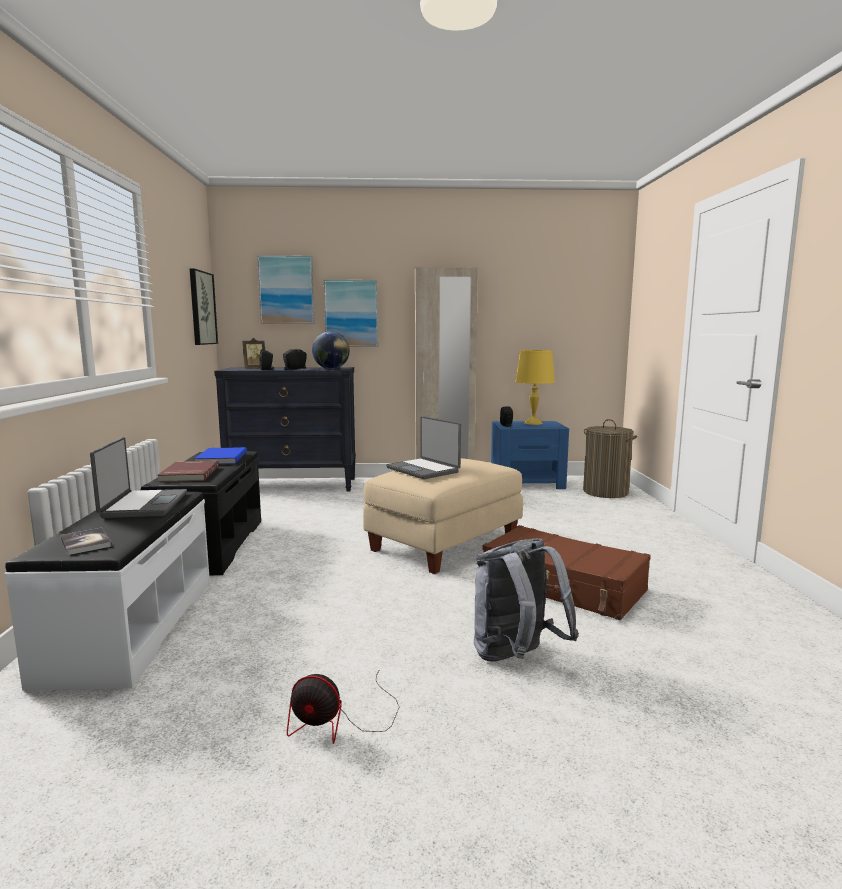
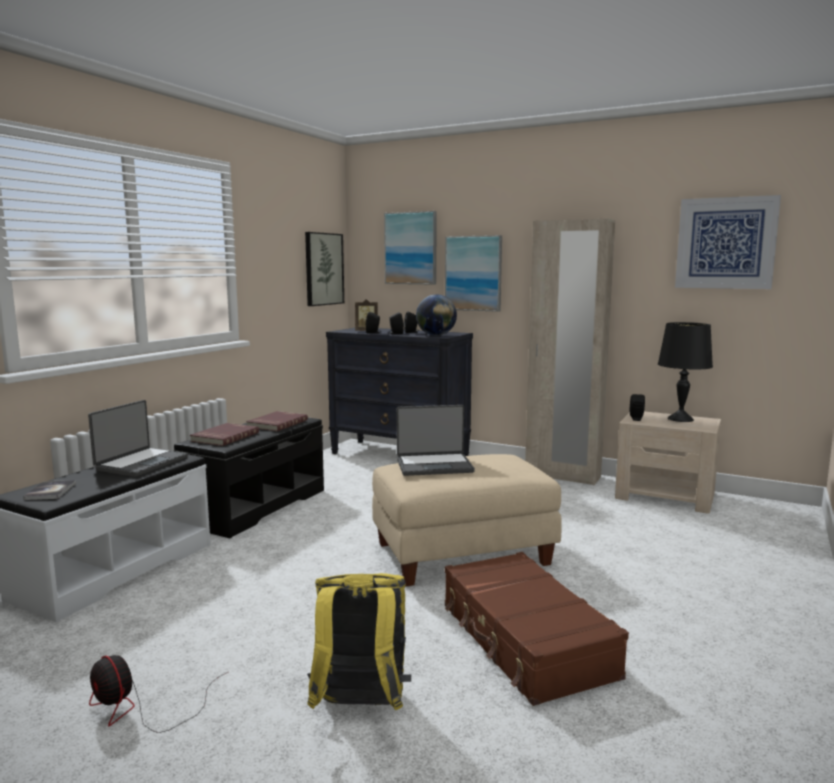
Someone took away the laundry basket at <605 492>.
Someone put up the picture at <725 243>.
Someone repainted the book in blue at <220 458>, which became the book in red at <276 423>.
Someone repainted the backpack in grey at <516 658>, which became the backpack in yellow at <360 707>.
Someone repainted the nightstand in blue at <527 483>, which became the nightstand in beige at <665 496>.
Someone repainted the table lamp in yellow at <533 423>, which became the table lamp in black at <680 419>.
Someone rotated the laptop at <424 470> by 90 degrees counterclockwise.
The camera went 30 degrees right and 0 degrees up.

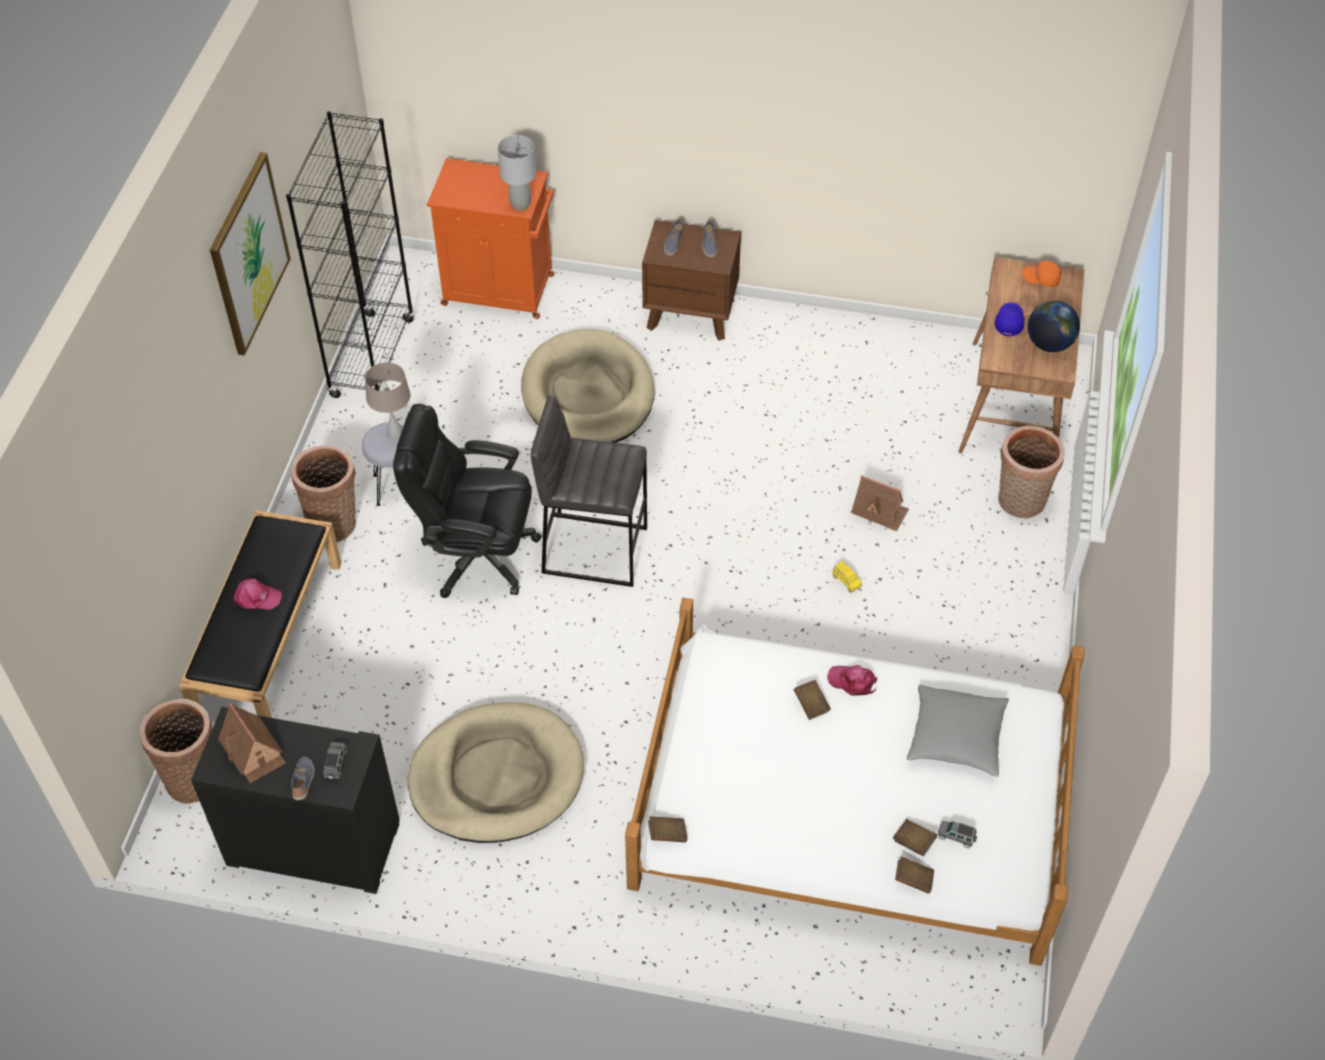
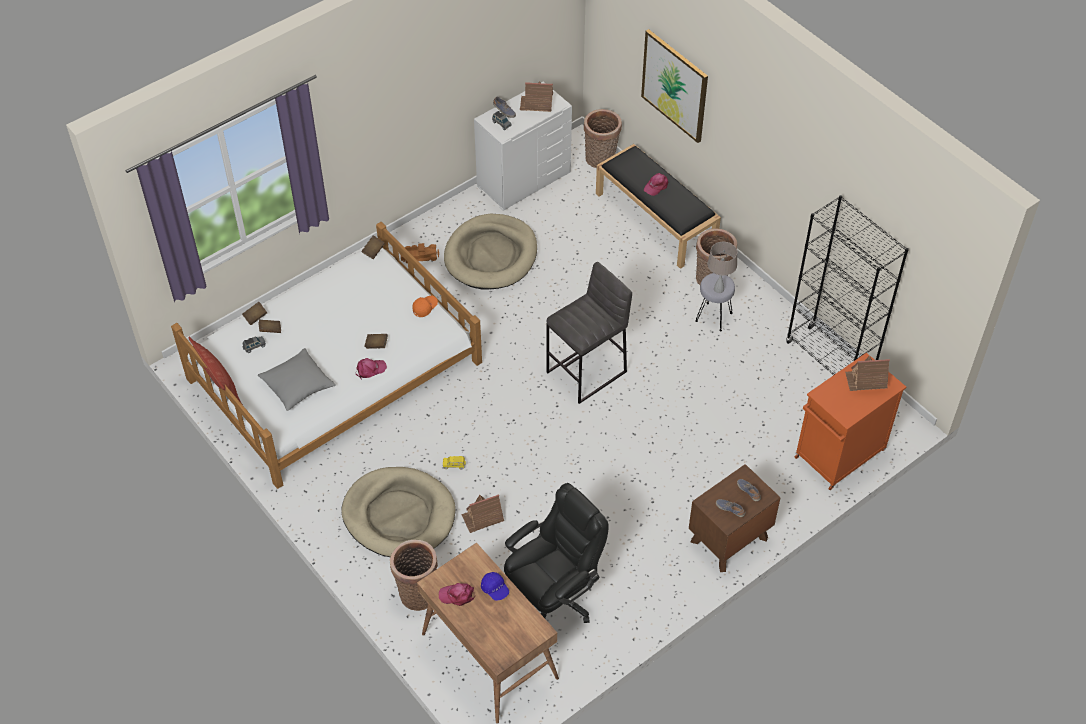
Someone took away the table lamp in grey at <520 205>.
Someone put down the pillow at <219 383>.
Someone put down the toy truck at <419 256>.
Someone put down the toy house at <866 380>.
Someone carried the picture from <249 254> to <675 85>.
Someone carried the office chair in black from <476 555> to <553 595>.
Someone carried the dog bed in beige from <588 394> to <399 515>.
Someone carried the cap in orange from <1040 279> to <425 308>.
Someone swapped the globe at <1049 344> for the cap in pink at <457 595>.
Someone repainted the dresser in black at <313 845>, which became the dresser in white at <523 179>.
The camera went 130 degrees right and 0 degrees up.

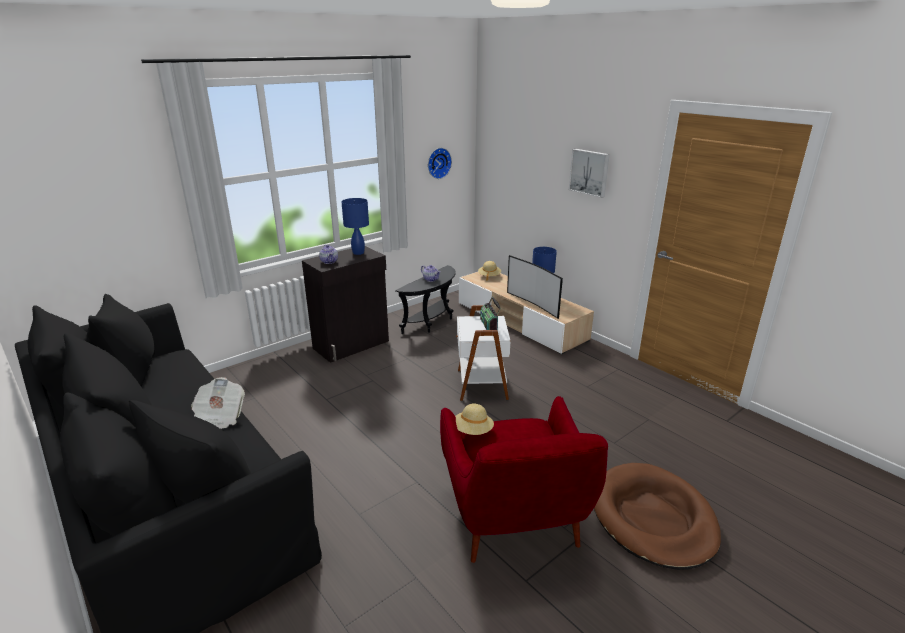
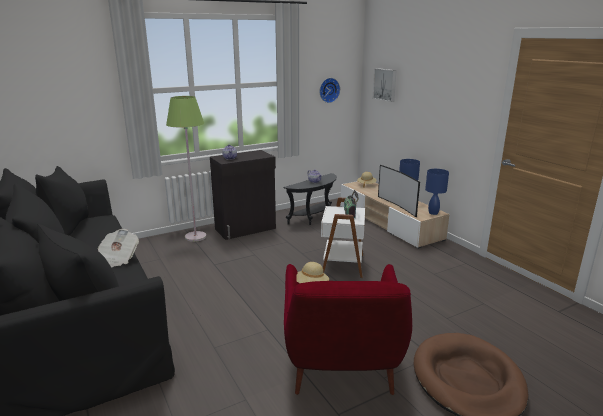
Someone put down the floor lamp in green at <195 237>.
Someone carried the table lamp in blue from <358 253> to <433 213>.
Someone carried the picture from <589 172> to <385 84>.
The camera went 10 degrees right and 5 degrees down.

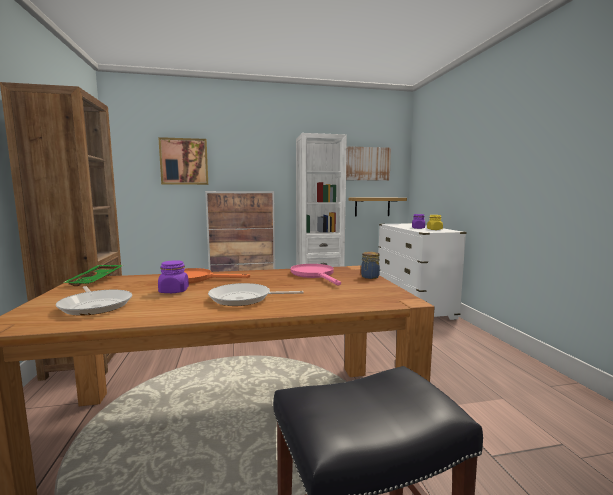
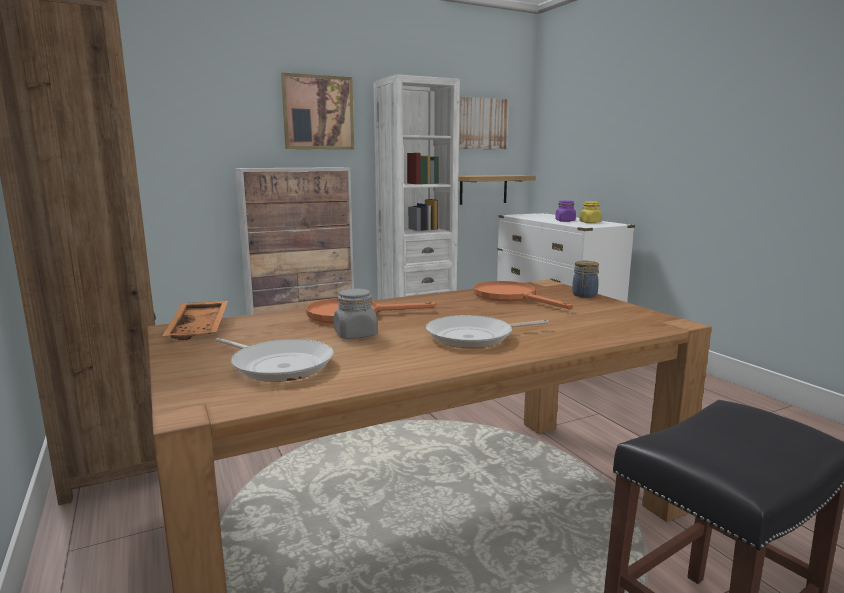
Someone carried the picture from <184 161> to <318 113>.
Someone repainted the tray in green at <96 280>, which became the tray in orange at <200 329>.
Someone repainted the jar in purple at <174 291>, which became the jar in grey at <355 335>.
Someone repainted the frying pan in pink at <315 275>, which became the frying pan in orange at <511 297>.
The camera went 15 degrees left and 5 degrees up.

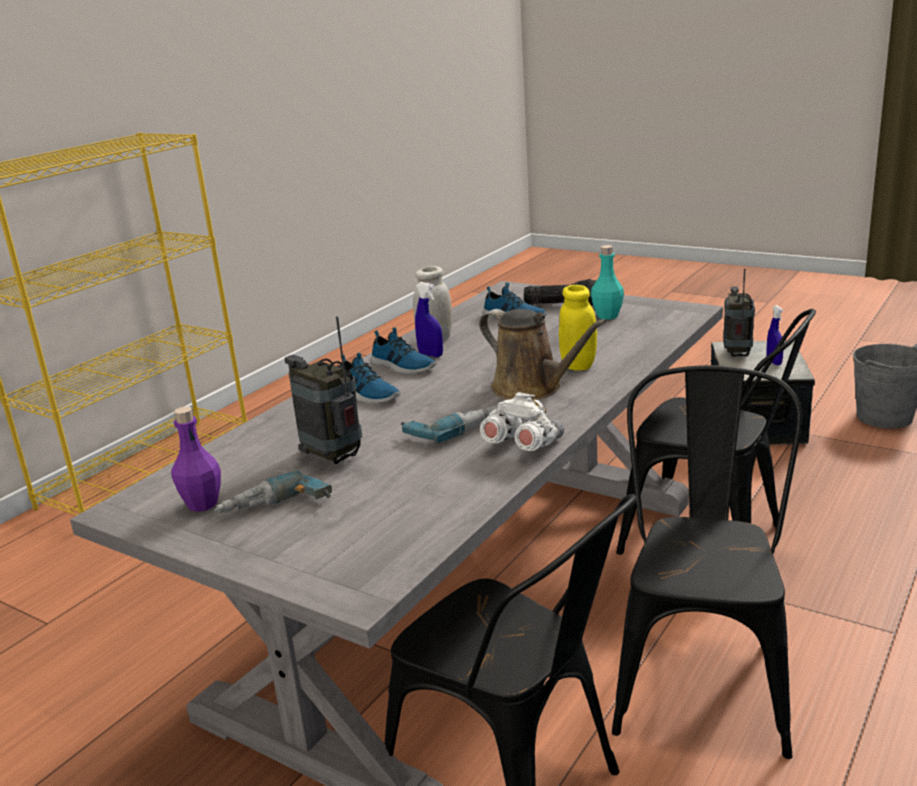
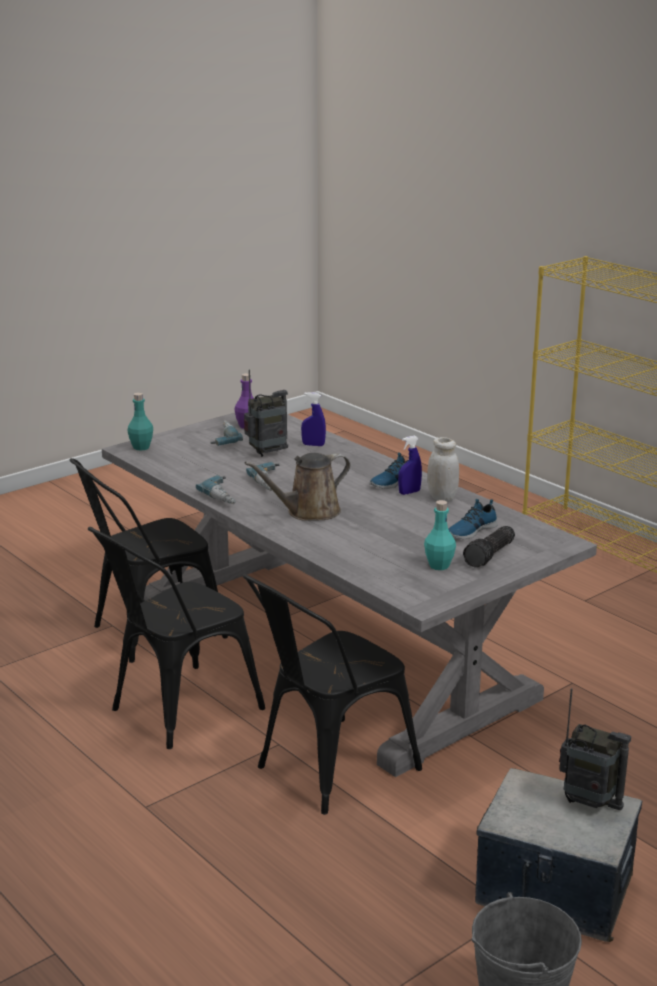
Someone took away the shoe at <367 394>.
Someone took away the jar in yellow at <578 365>.
Someone put down the bottle in turquoise at <141 447>.
Someone carried the spray bottle in blue from <774 362> to <313 445>.
Someone swapped the binoculars in white at <522 446> for the power drill at <225 496>.
Someone rotated the chair in black at <703 675> by 105 degrees clockwise.
The camera went 105 degrees right and 0 degrees up.

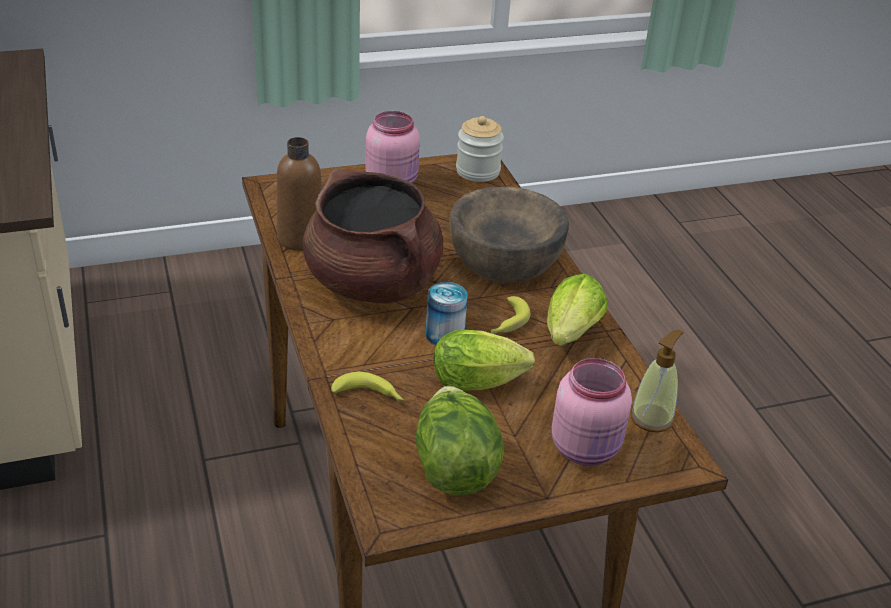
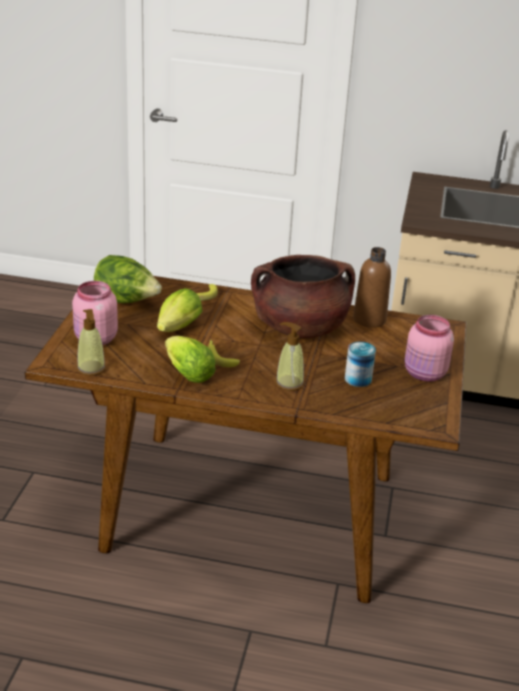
Someone took away the jar at <477 171>.
Someone carried the can from <444 335> to <358 379>.
Someone swapped the bowl in brown at <505 258> for the soap dispenser at <289 383>.
The camera went 120 degrees right and 5 degrees down.

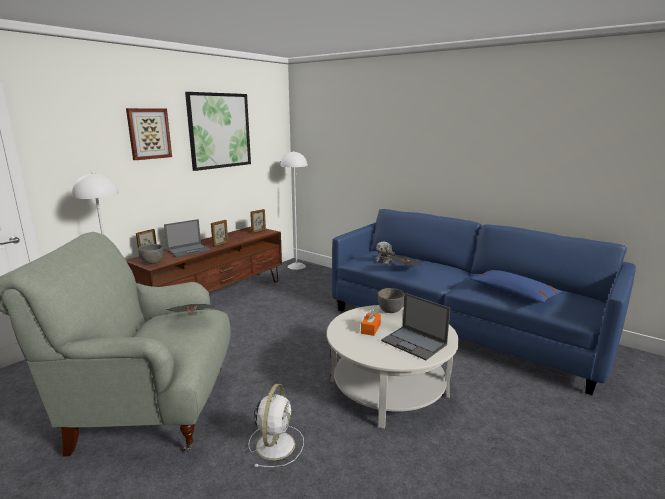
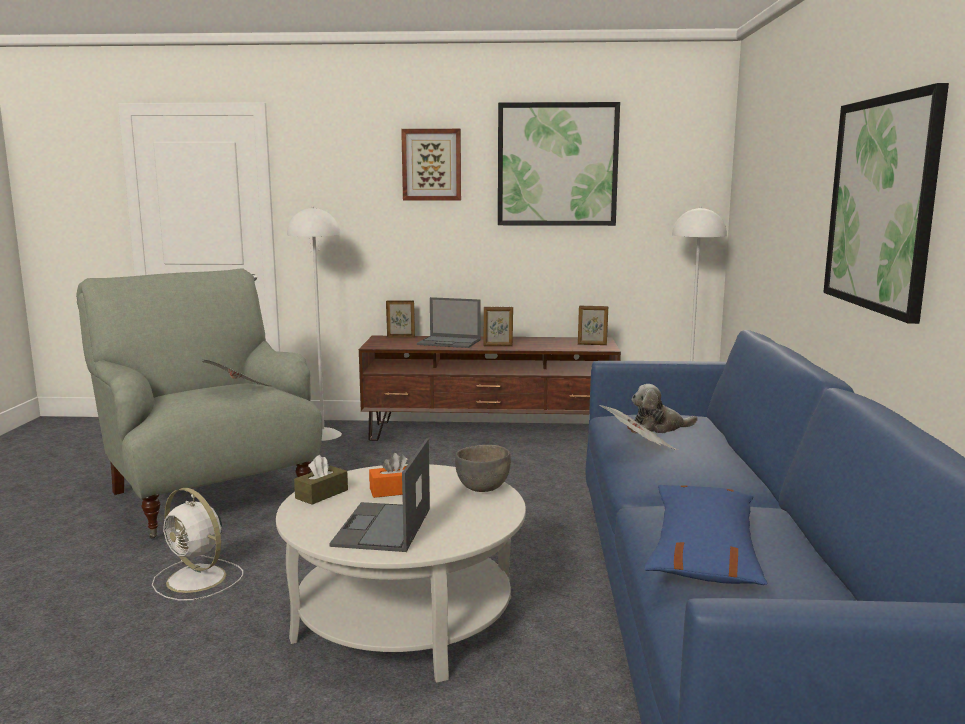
Someone took away the bowl in grey at <152 262>.
Someone put down the tissue box in brown at <321 494>.
Someone put up the picture at <881 204>.
Someone rotated the fan in white at <276 444> by 60 degrees clockwise.
The camera went 55 degrees right and 5 degrees down.

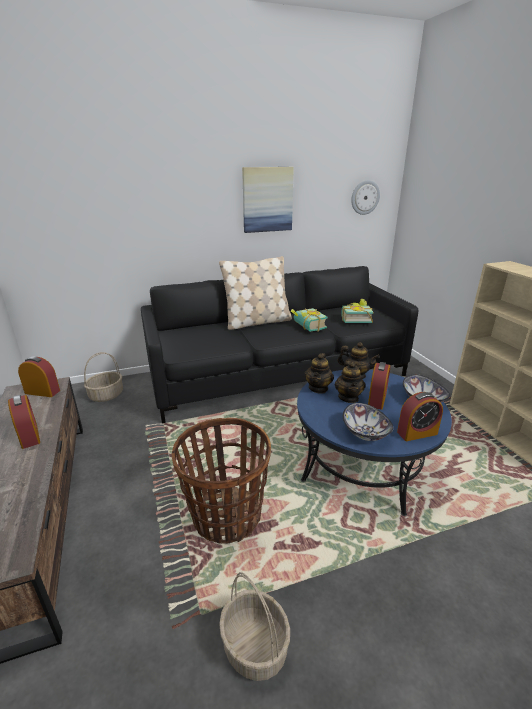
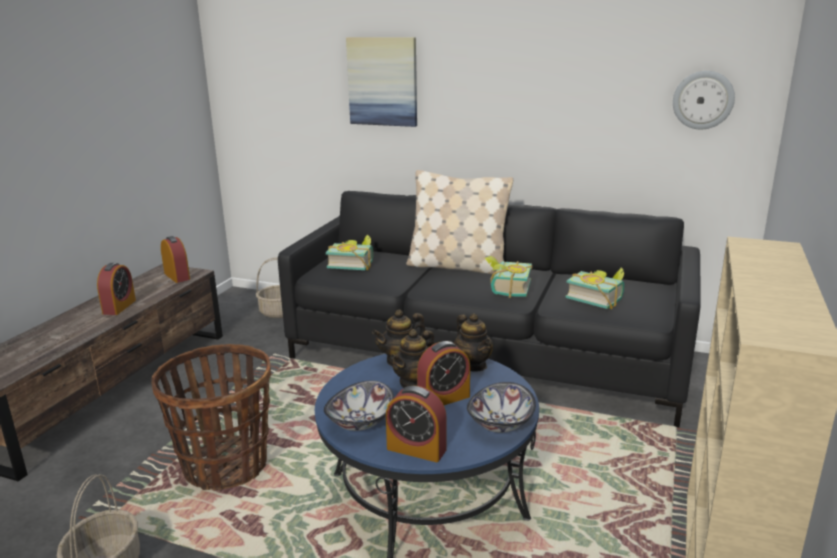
Someone put down the book at <352 264>.
Someone carried the picture from <267 199> to <383 81>.
The camera went 40 degrees right and 5 degrees down.

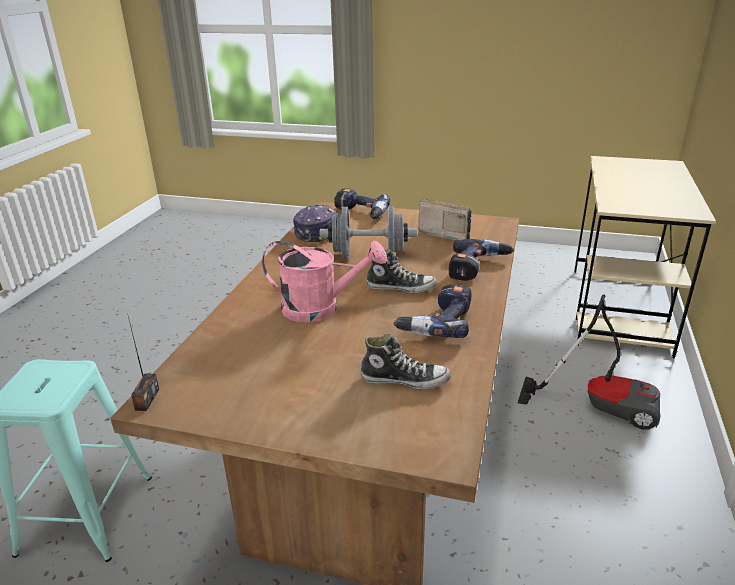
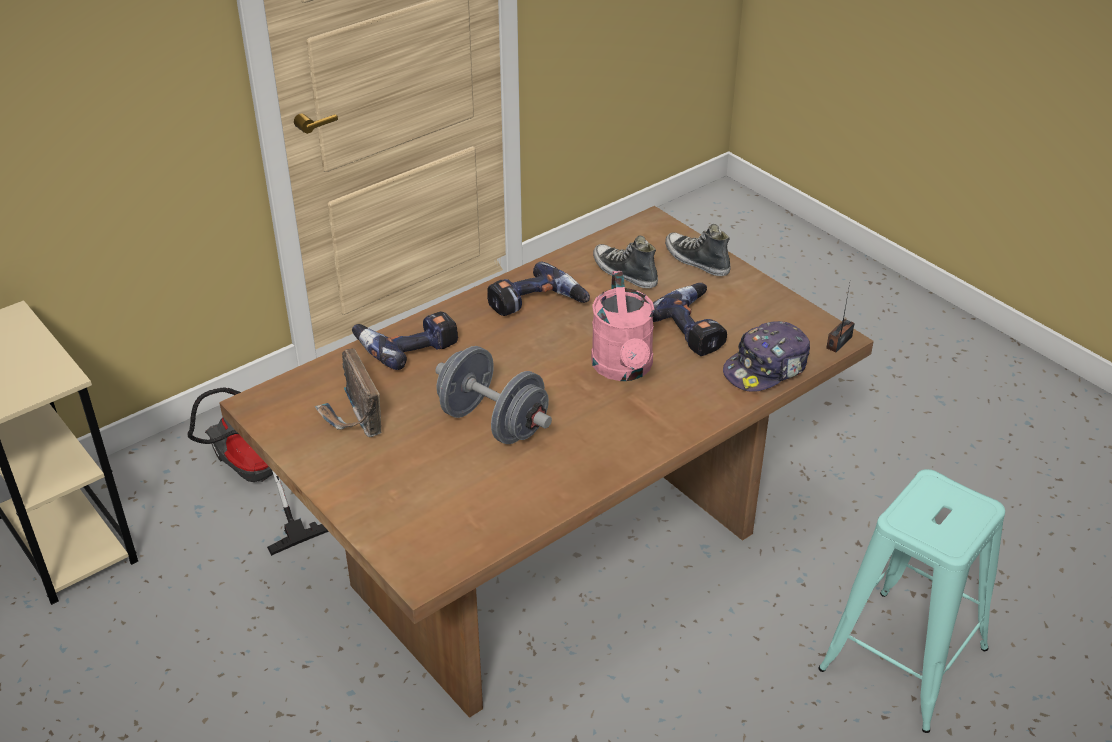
Someone carried the cap from <318 232> to <766 368>.
Someone carried the power drill from <360 213> to <696 328>.
Someone carried the shoe from <401 287> to <696 260>.
Someone rotated the watering can in pink at <321 308> by 135 degrees counterclockwise.
The camera went 145 degrees left and 10 degrees up.

